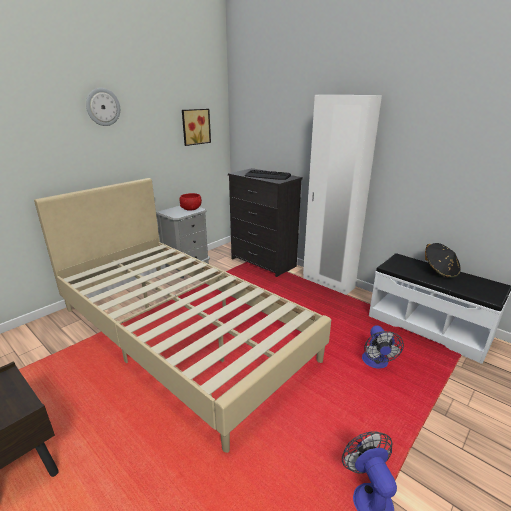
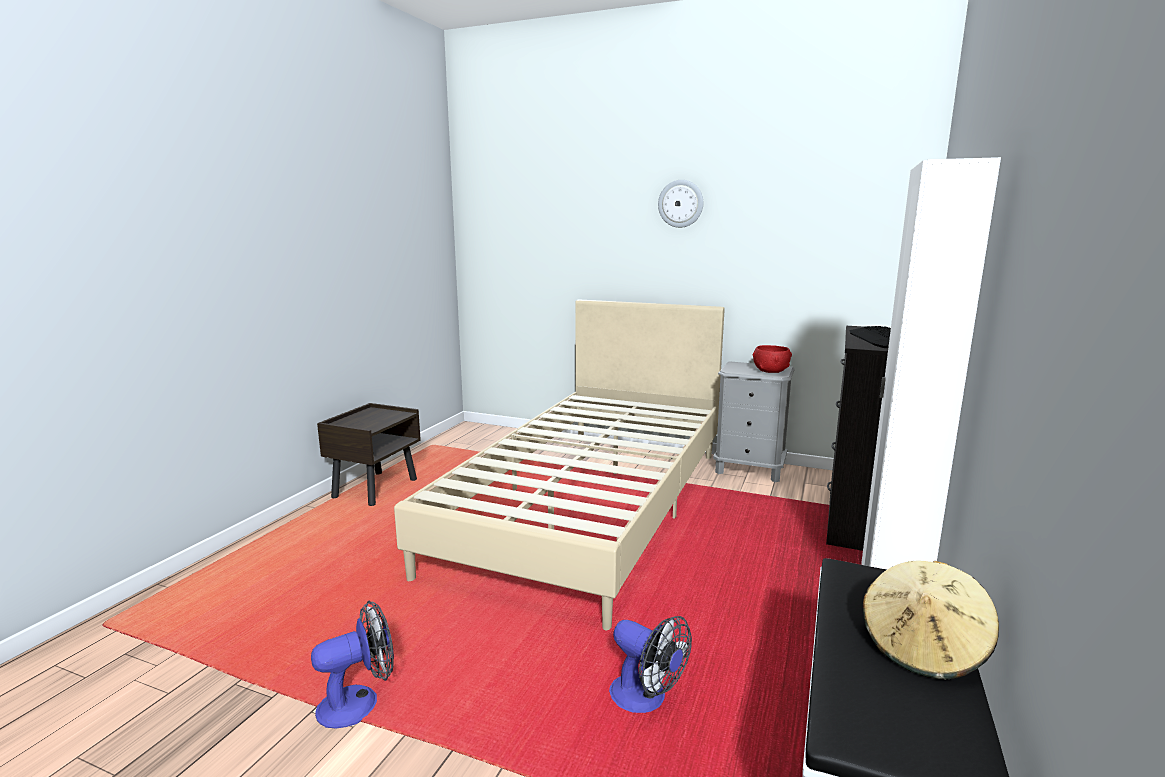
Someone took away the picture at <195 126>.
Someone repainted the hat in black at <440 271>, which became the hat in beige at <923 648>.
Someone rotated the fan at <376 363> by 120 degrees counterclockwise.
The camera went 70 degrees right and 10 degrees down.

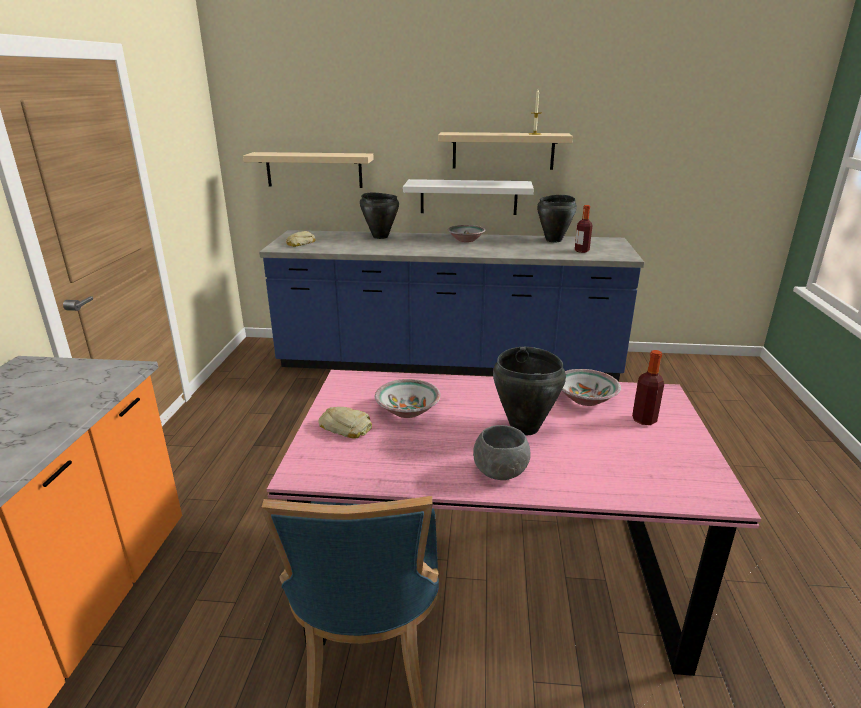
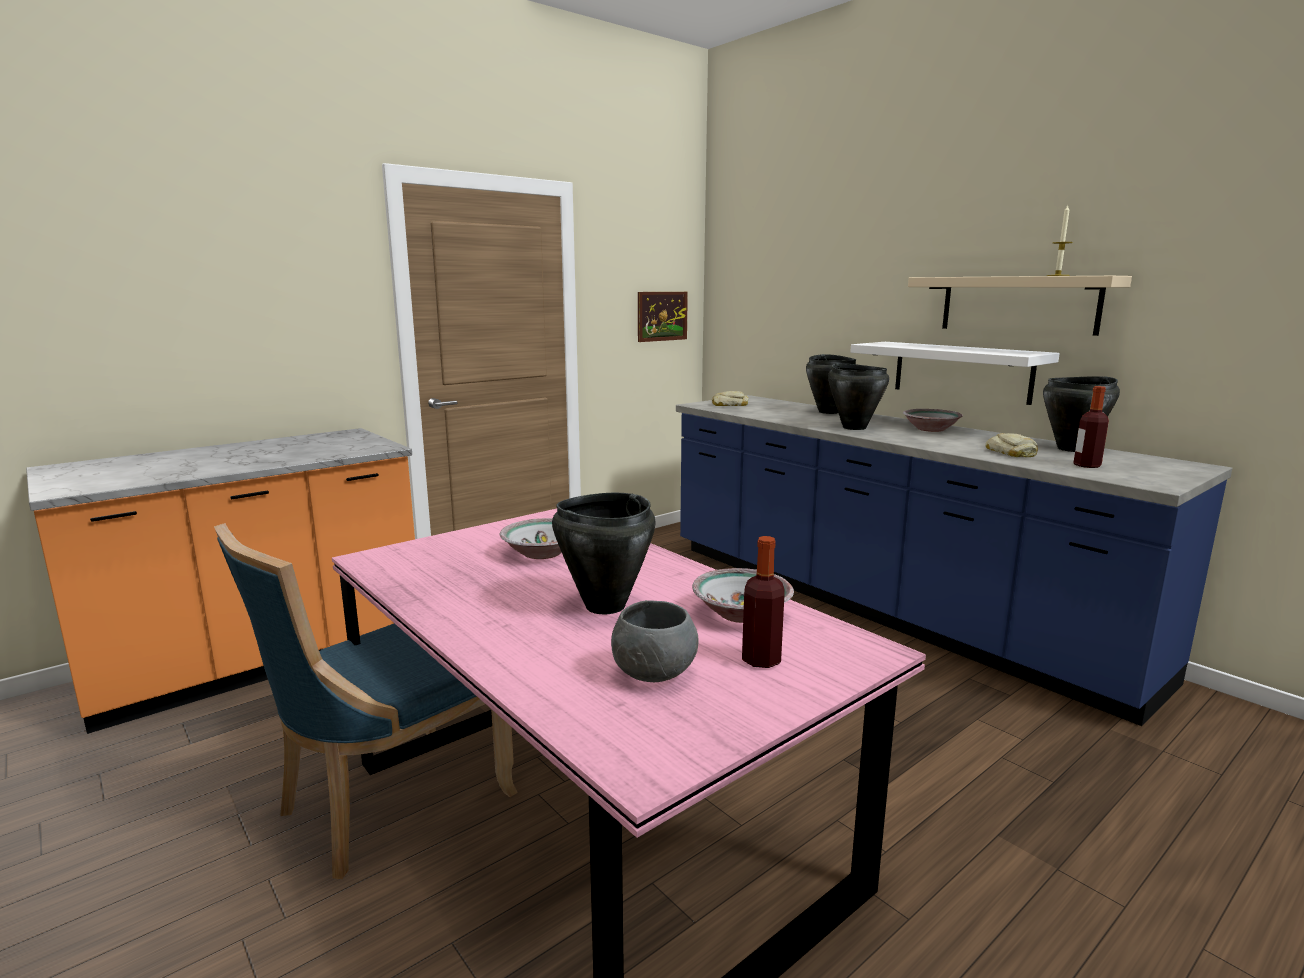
Someone took away the shelf in beige at <314 170>.
Someone put up the picture at <662 316>.
Someone put down the cooking pot in black at <854 427>.
Someone carried the bread from <346 427> to <1011 452>.
Someone carried the bowl in grey from <499 472> to <653 673>.
The camera went 45 degrees right and 10 degrees down.

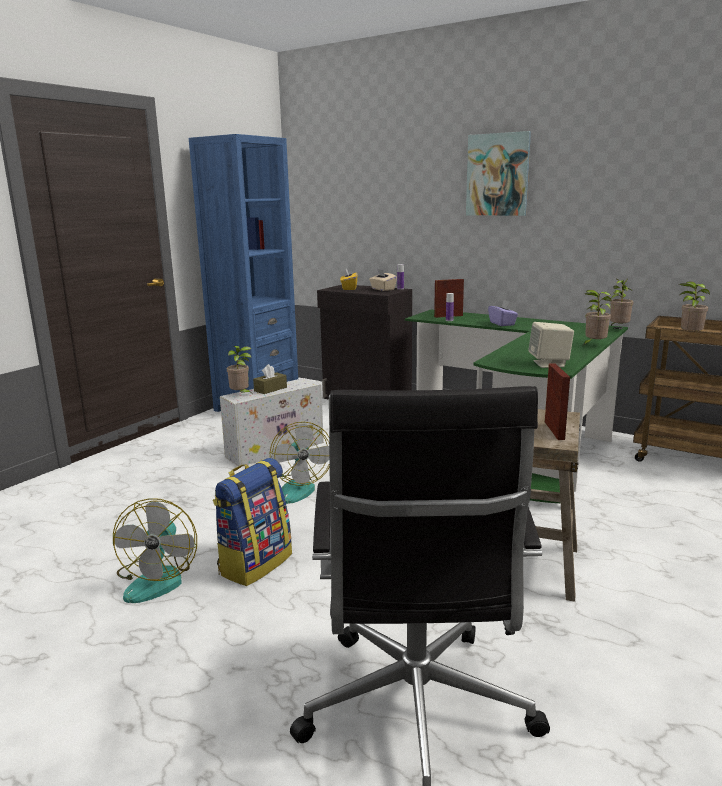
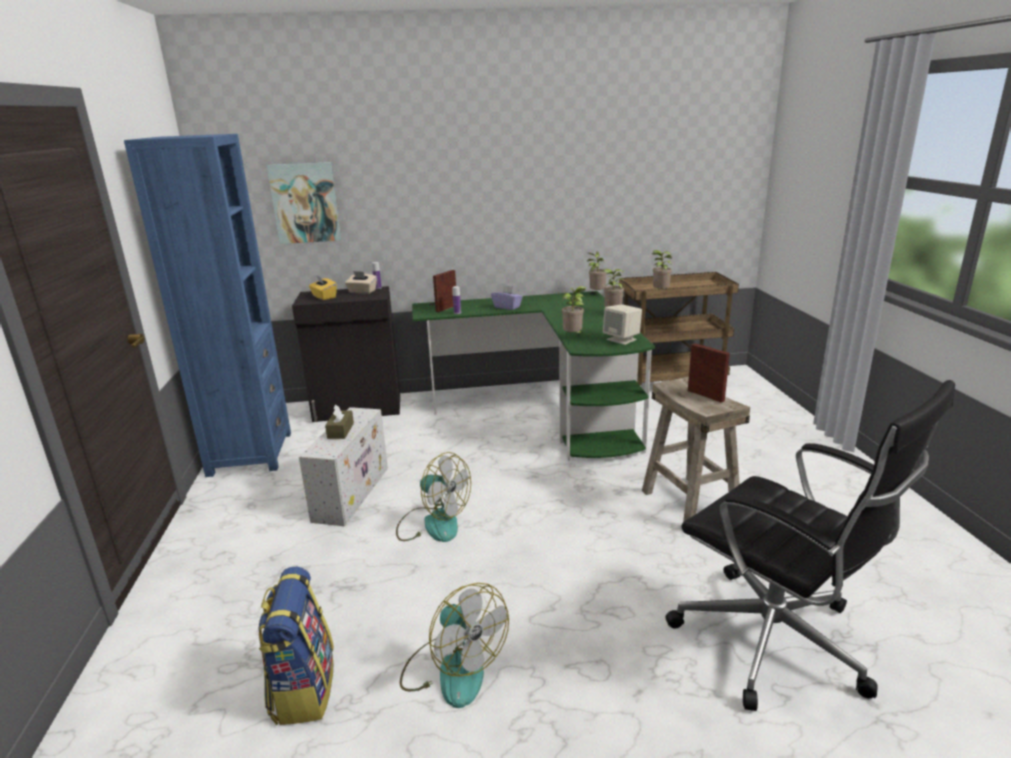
Someone carried the backpack from <255 563> to <303 689>.
Someone carried the potted plant from <241 395> to <573 336>.
Someone carried the picture from <498 175> to <305 203>.
The camera went 40 degrees left and 5 degrees up.

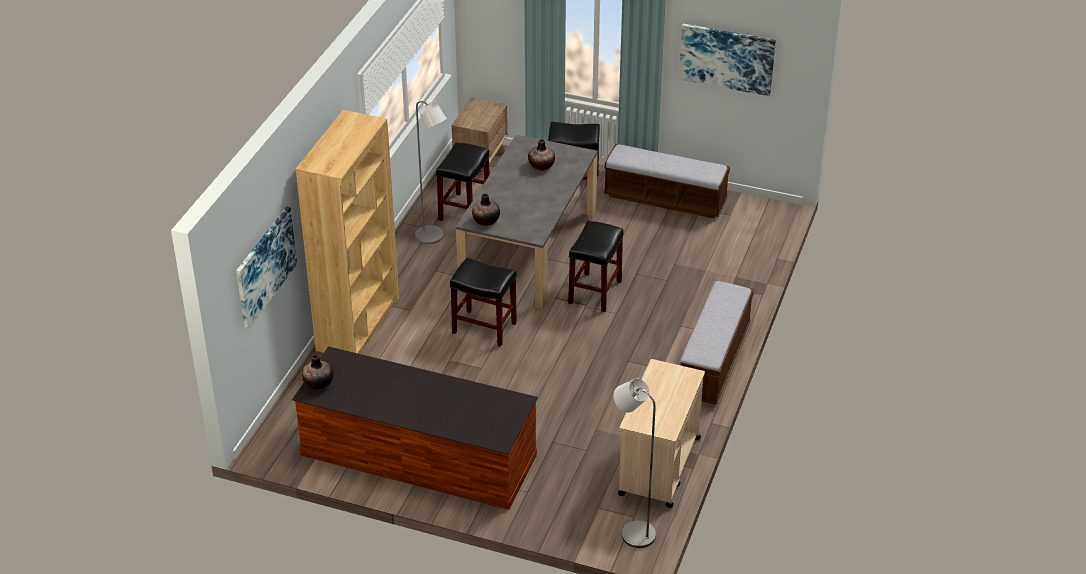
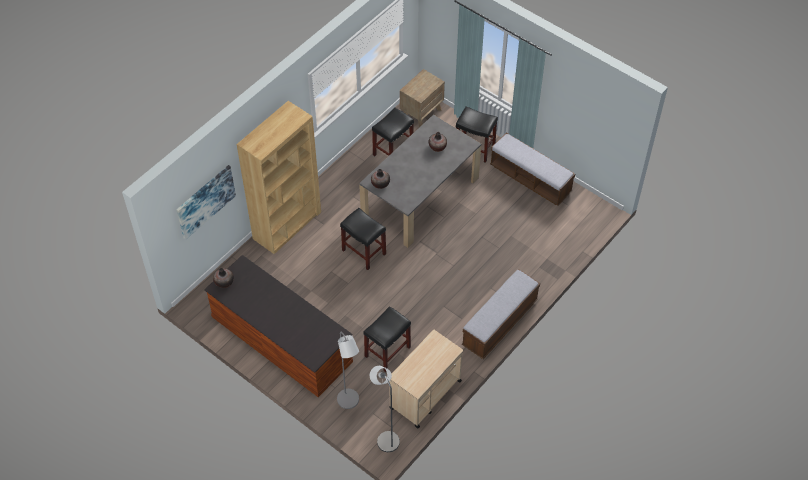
Someone took away the picture at <727 58>.
Someone carried the floor lamp in grey from <433 238> to <350 402>.
Someone carried the stool in black from <595 292> to <387 352>.
The camera went 20 degrees right and 15 degrees up.

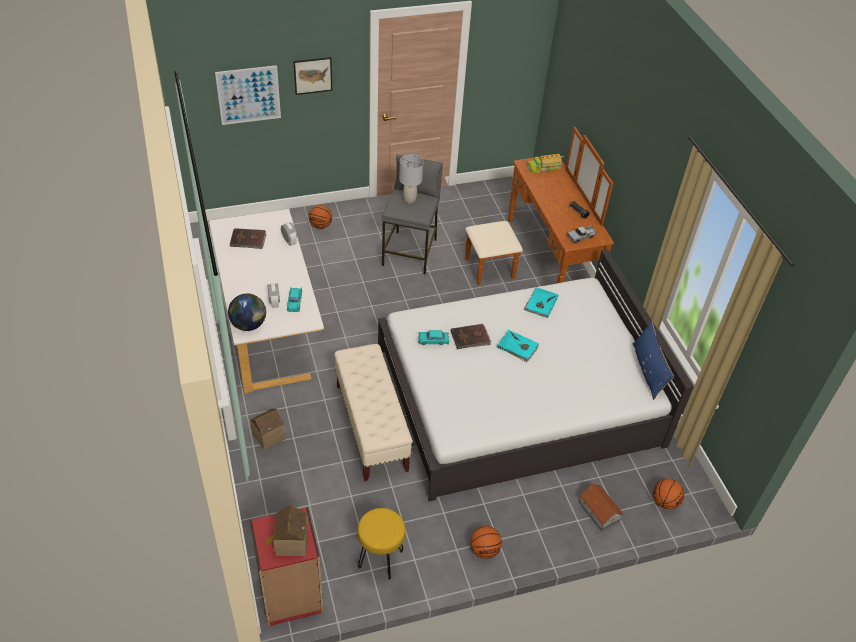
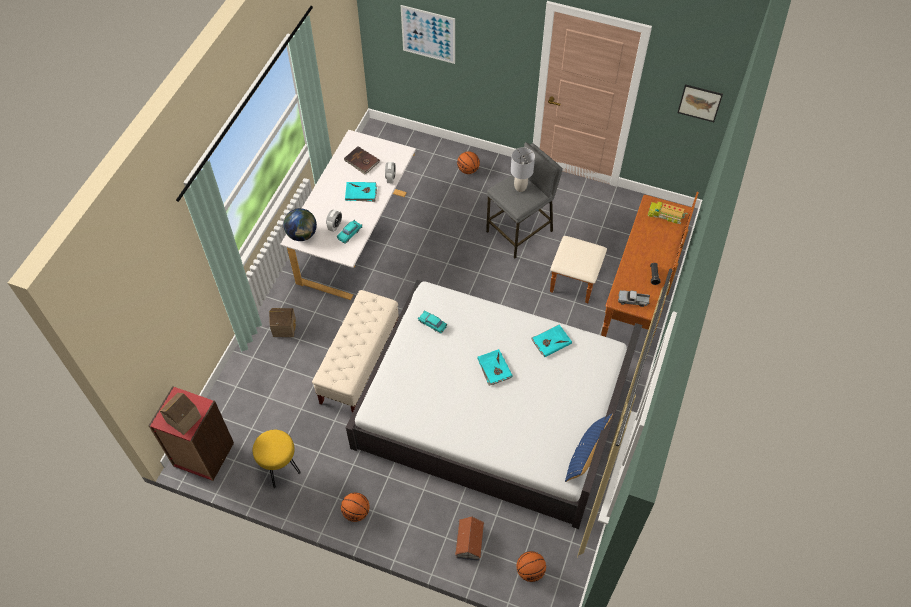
Someone took away the book in brown at <470 338>.
Someone put down the book in turquoise at <361 193>.
Someone carried the picture from <313 75> to <700 103>.
The camera went 40 degrees right and 10 degrees up.

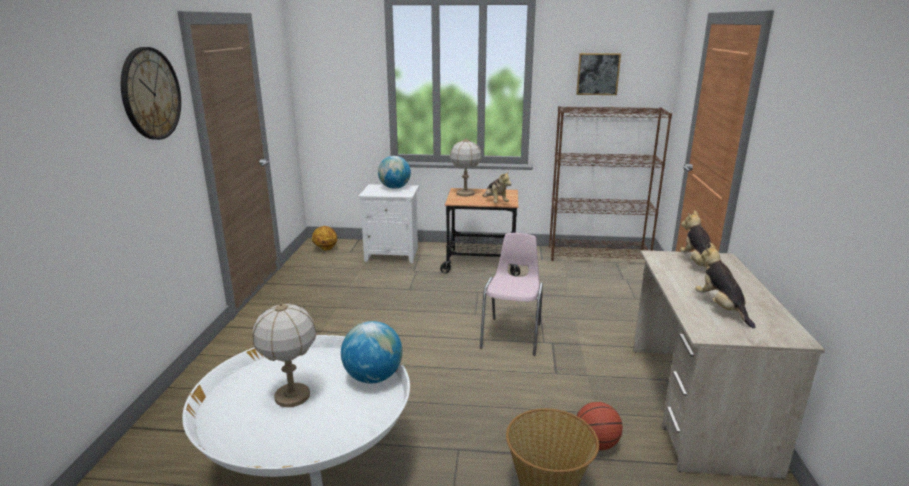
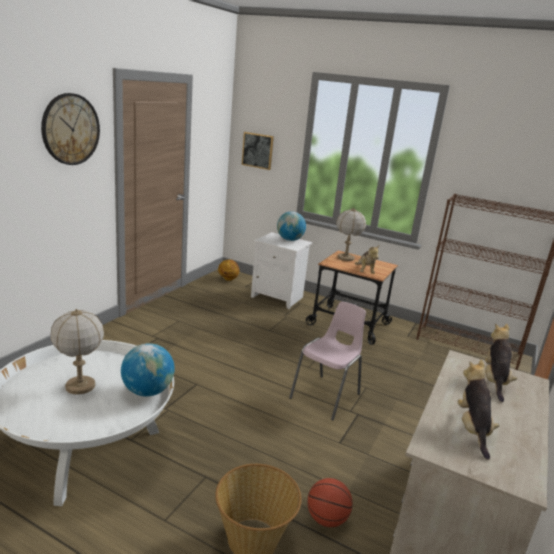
Someone carried the picture from <598 74> to <257 150>.
The camera went 20 degrees right and 0 degrees up.

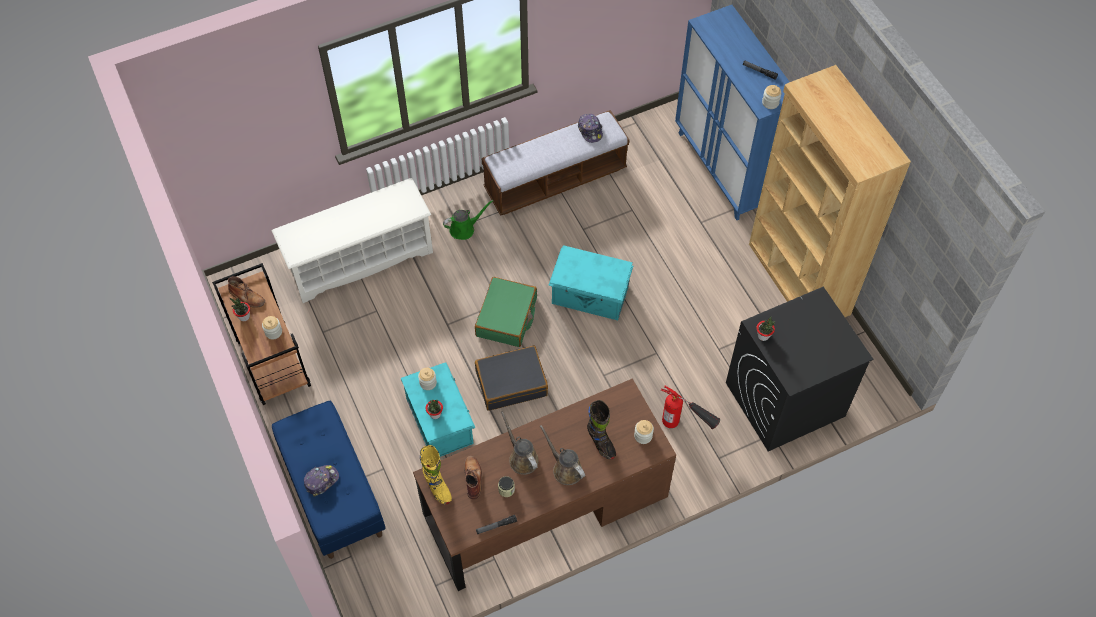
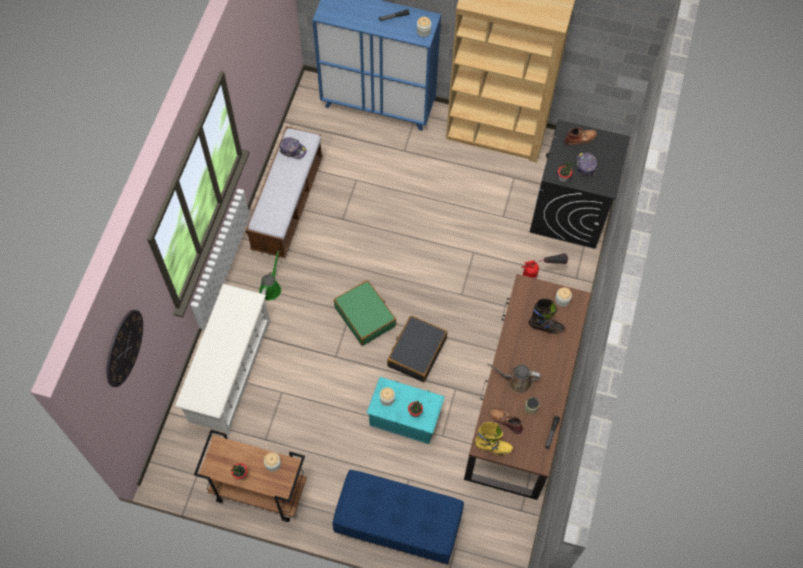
Someone took away the watering can in brown at <565 468>.
Someone took away the storage box in turquoise at <590 296>.
Someone put up the wall clock at <124 348>.
Someone carried the boot in brown from <247 297> to <581 138>.
Someone carried the cap from <321 480> to <585 165>.
The camera went 50 degrees left and 5 degrees up.

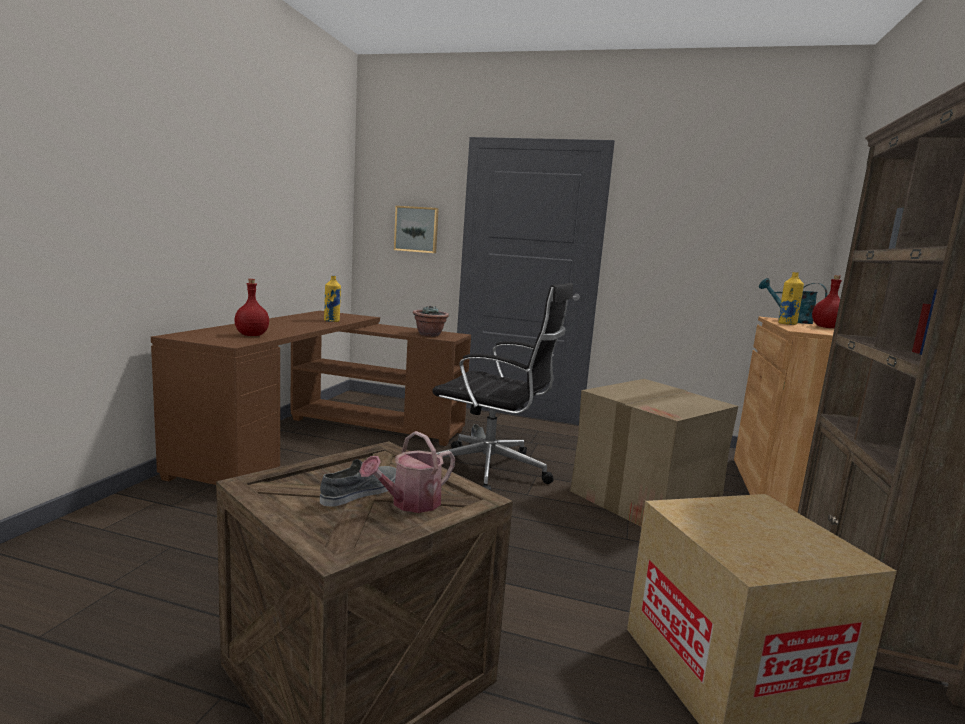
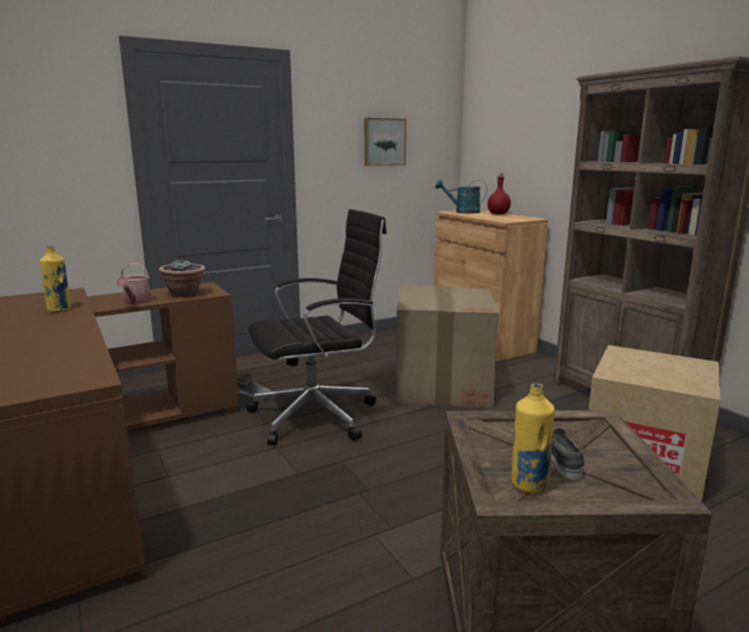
Someone took away the bottle in red at <252 335>.
Someone carried the watering can from <410 503> to <136 302>.
Someone carried the picture from <416 229> to <384 142>.
Someone carried the bottle in yellow from <786 324> to <528 484>.
The camera went 45 degrees left and 5 degrees up.

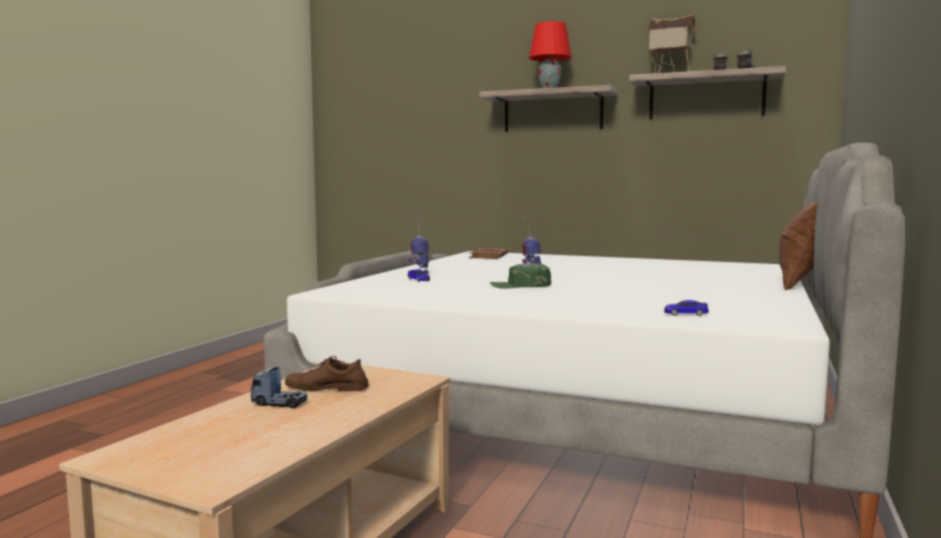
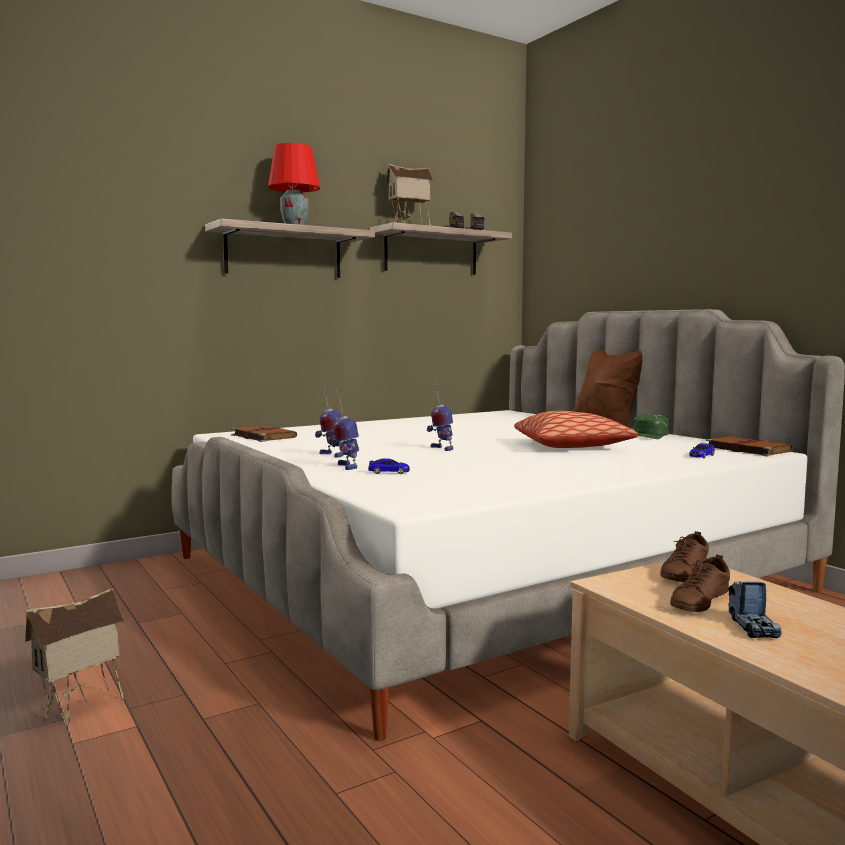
Someone put down the toy house at <82 710>.
Someone put down the toy robot at <331 455>.
Someone put down the pillow at <572 446>.
Someone put down the shoe in brown at <684 572>.
Someone put down the book in brown at <746 449>.
Someone carried the cap in green from <520 286> to <648 435>.
Someone rotated the toy truck at <279 403> by 135 degrees clockwise.
The camera went 55 degrees left and 0 degrees up.

